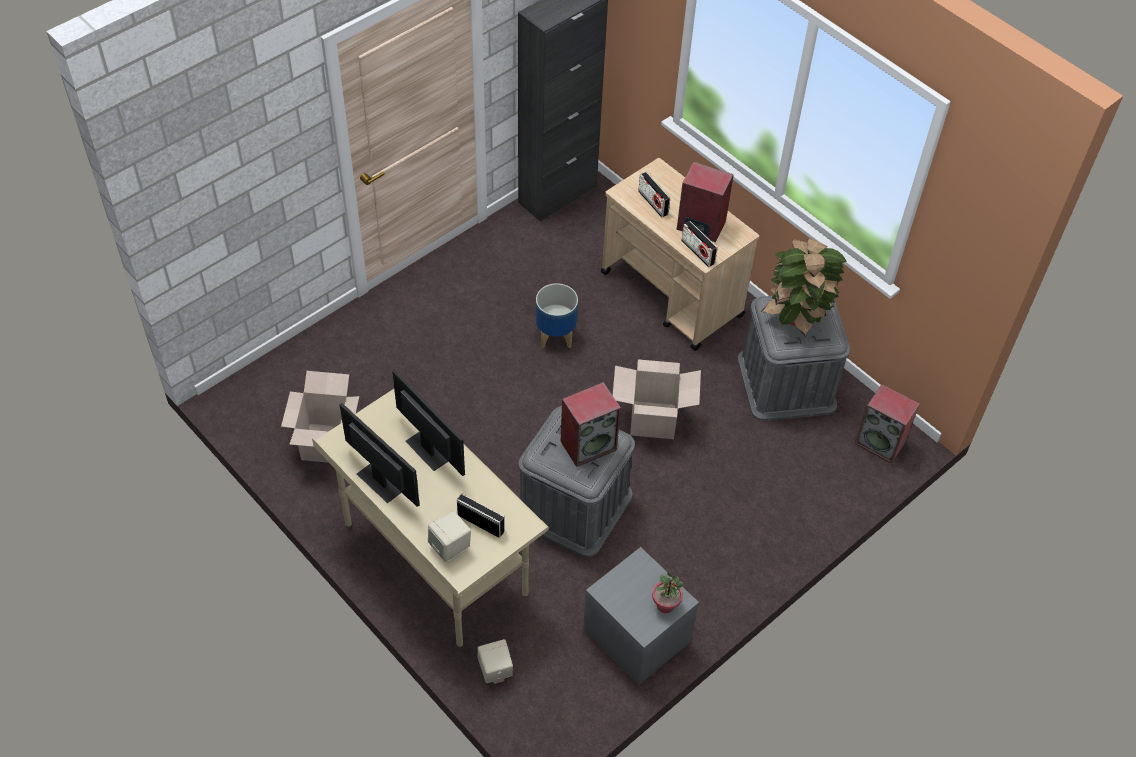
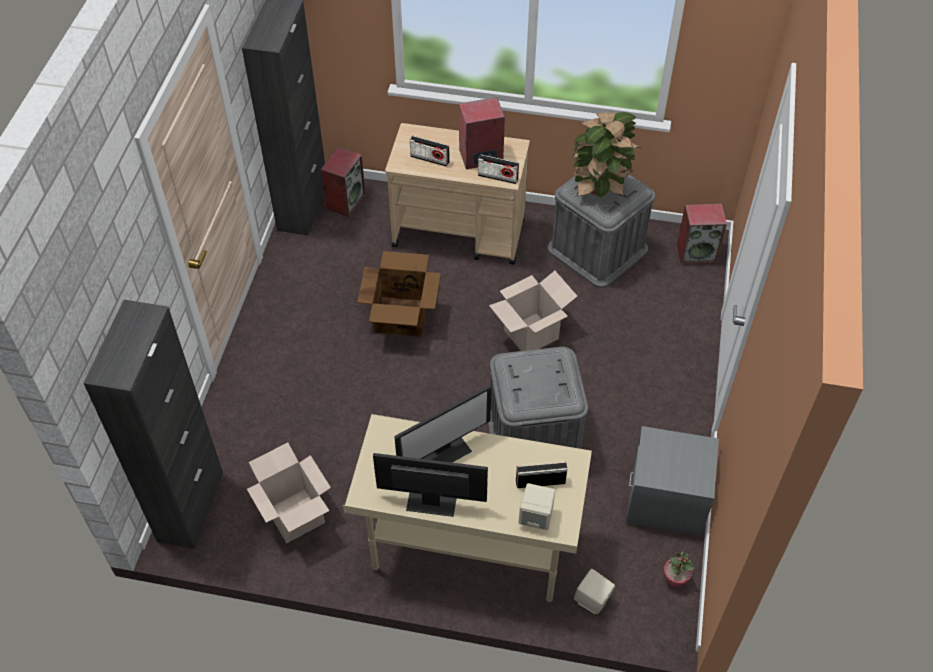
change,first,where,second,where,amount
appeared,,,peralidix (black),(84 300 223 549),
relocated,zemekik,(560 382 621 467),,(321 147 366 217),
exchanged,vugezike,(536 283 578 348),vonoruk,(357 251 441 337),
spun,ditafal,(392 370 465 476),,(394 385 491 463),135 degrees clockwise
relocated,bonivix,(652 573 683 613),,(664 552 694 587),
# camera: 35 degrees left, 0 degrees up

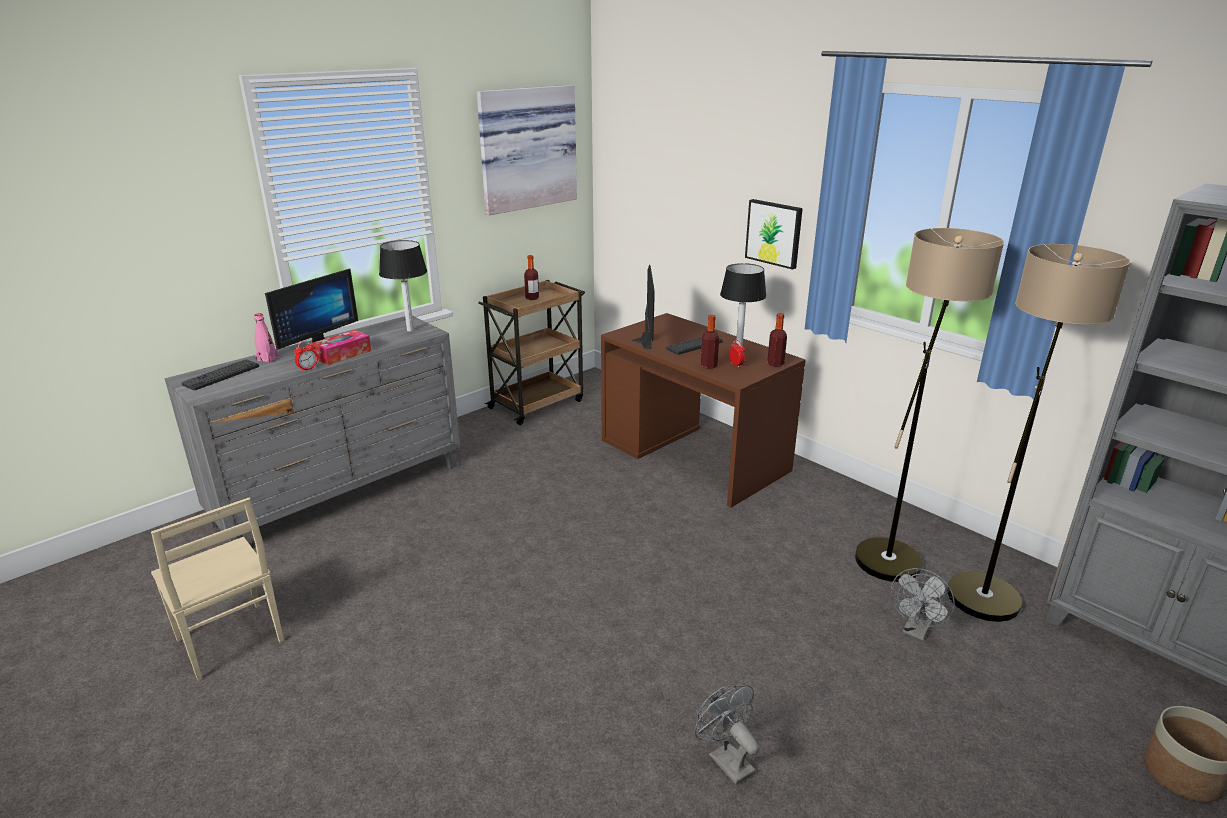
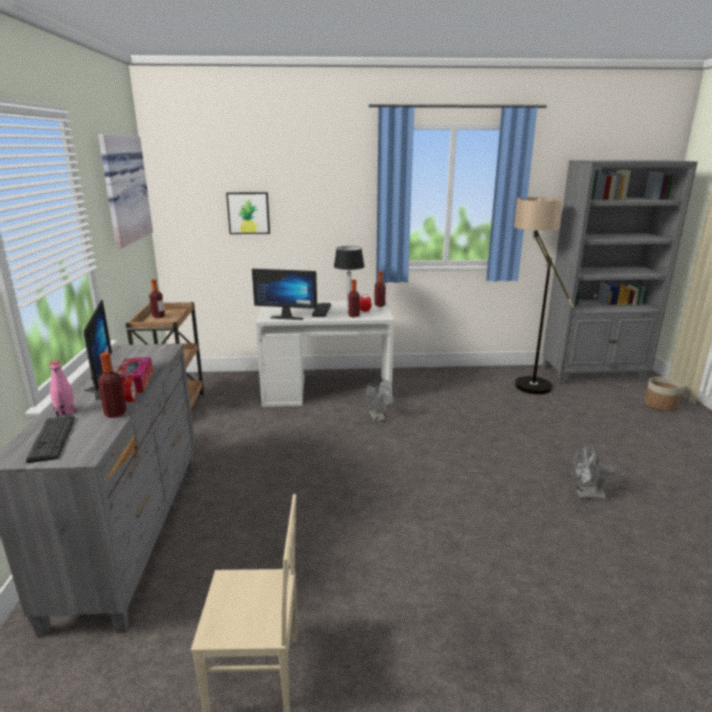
change,first,where,second,where,amount
appeared,,,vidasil,(98 352 127 418),
relocated,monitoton,(745 199 803 270),,(226 192 270 234),
spun,ditafal,(632 265 655 349),,(252 269 317 320),150 degrees clockwise
colour,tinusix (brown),(601 313 806 508),tinusix (white),(256 300 394 407),
relocated,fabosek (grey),(891 568 955 640),,(363 380 396 422),
missing,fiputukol,(379 240 427 332),,,
missing,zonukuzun,(855 228 1004 582),,,
# camera: 50 degrees left, 5 degrees down

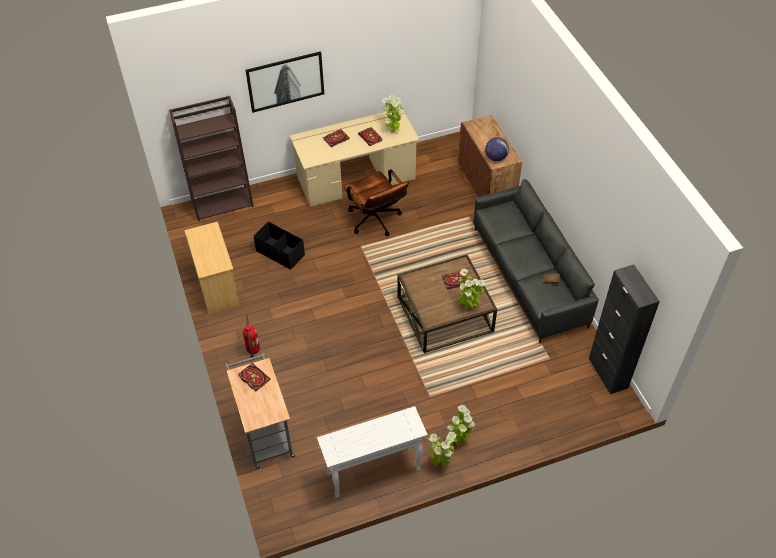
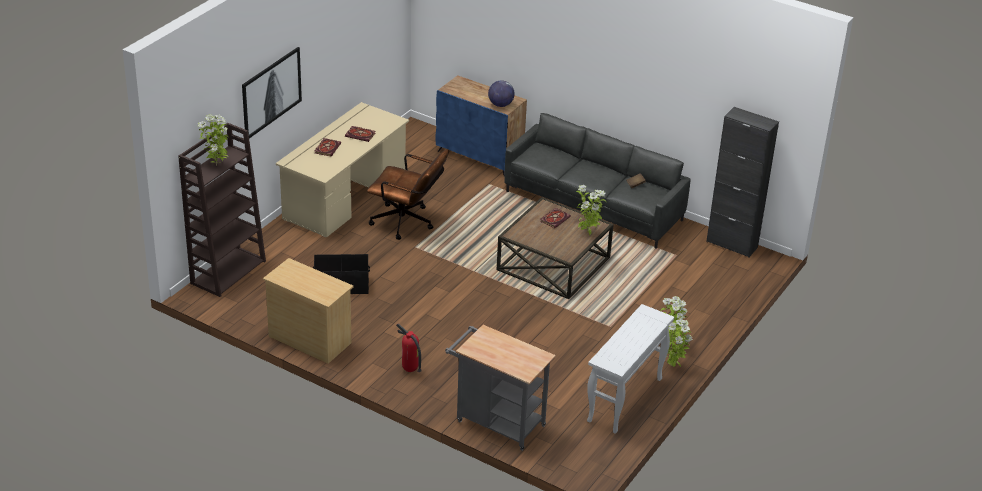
change,first,where,second,where,amount
relocated,bonivix,(382 95 402 132),,(198 115 229 166),
colour,peralidix (brown),(458 115 522 197),peralidix (blue),(436 75 527 177),
missing,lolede,(238 363 271 391),,,
# camera: 40 degrees left, 15 degrees down

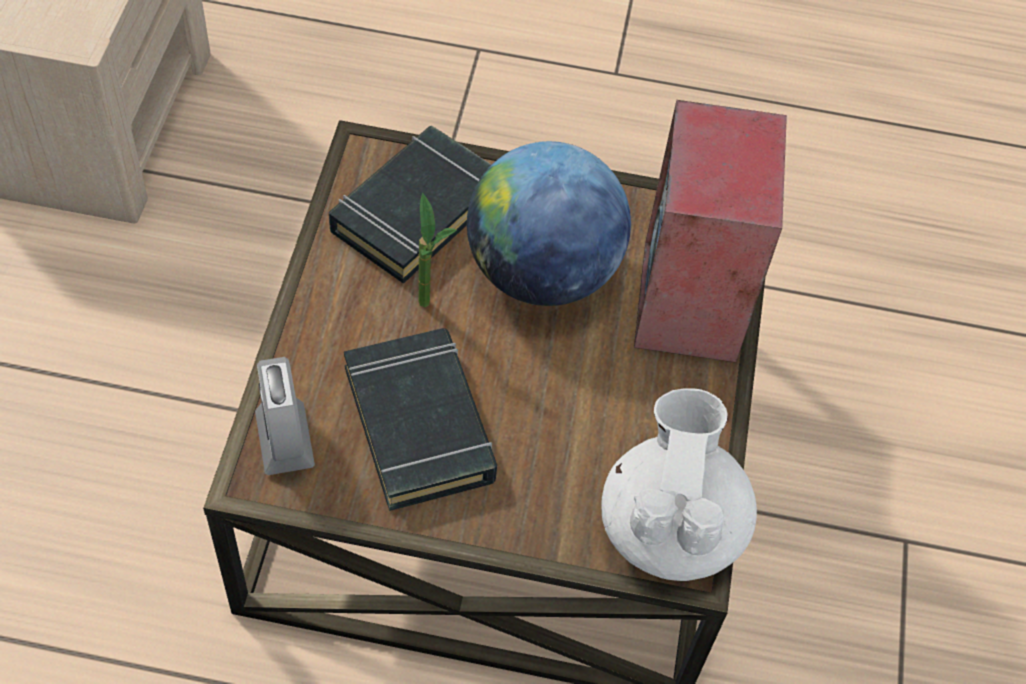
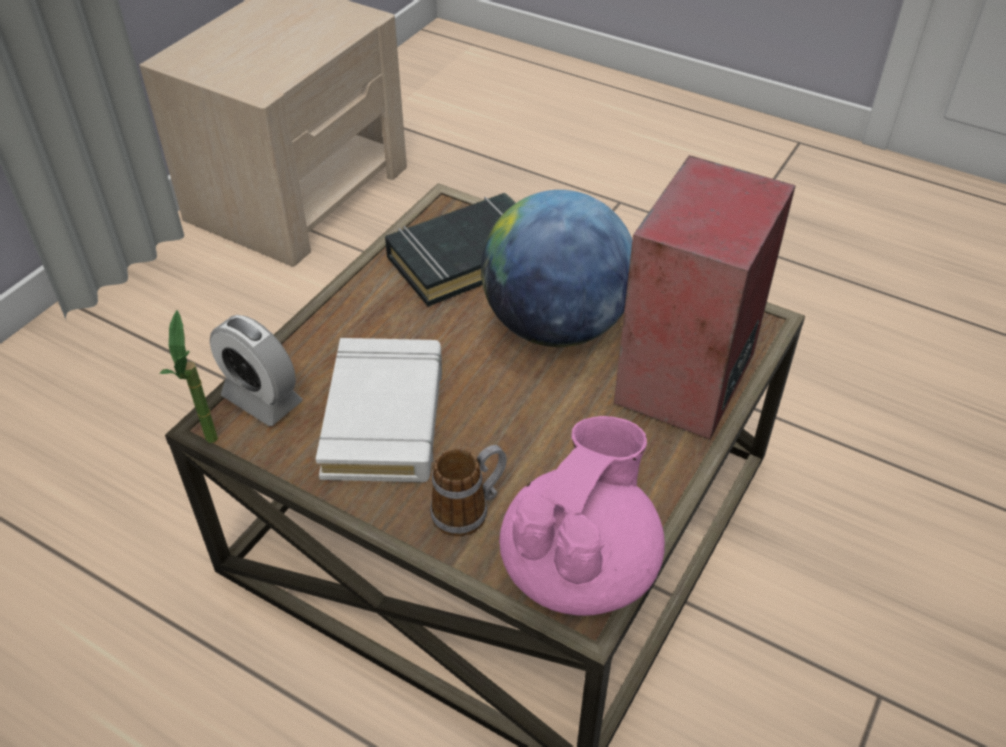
change,first,where,second,where,amount
relocated,bonivix,(418 193 457 307),,(159 310 218 443),
spun,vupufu,(255 357 315 475),,(210 315 302 426),60 degrees counterclockwise
colour,lolede (black),(344 328 497 511),lolede (white),(316 338 442 482),
appeared,,,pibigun,(430 445 507 537),
colour,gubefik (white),(602 389 757 581),gubefik (pink),(499 416 665 616),
# camera: 25 degrees right, 10 degrees down

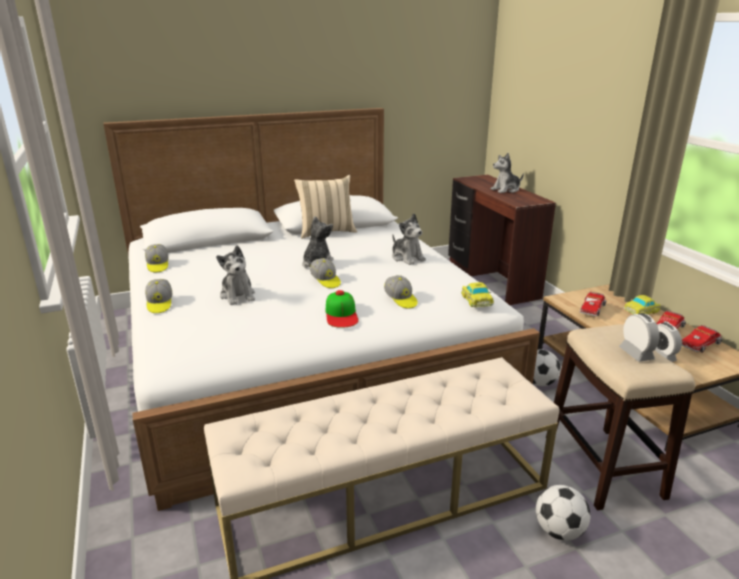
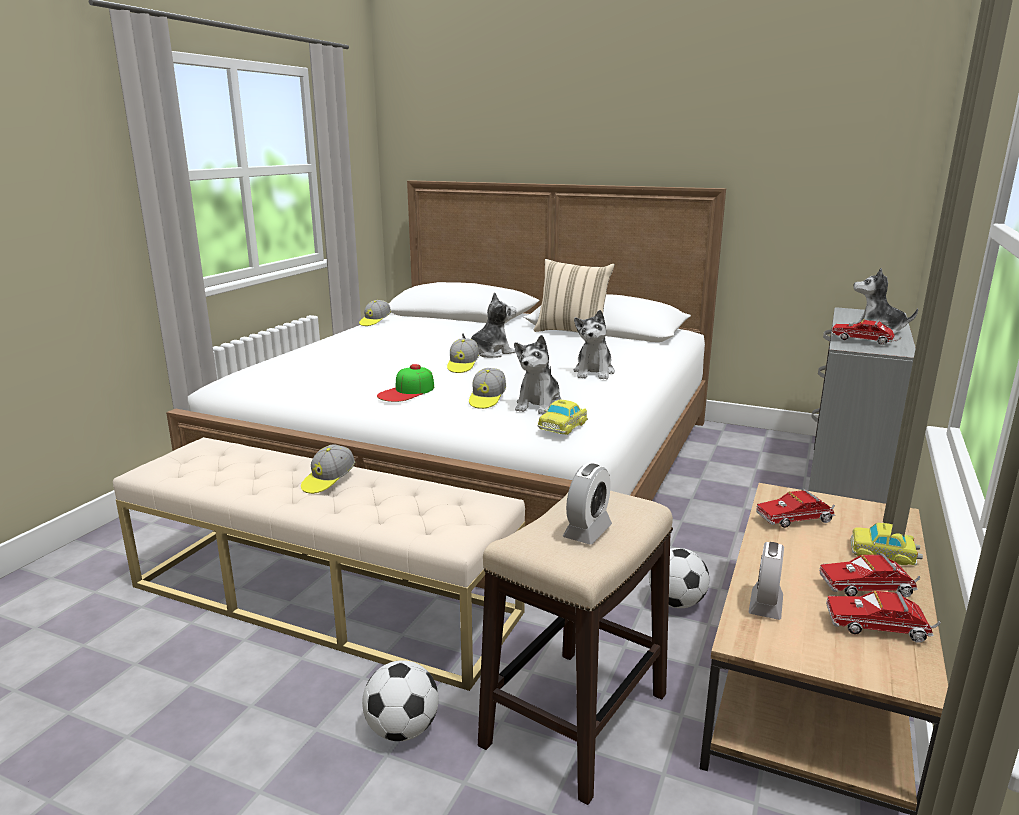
change,first,where,second,where,amount
relocated,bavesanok,(145 279 173 313),,(301 445 355 494),
relocated,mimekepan,(216 245 255 305),,(514 335 562 414),
colour,tinusix (brown),(448 175 556 305),tinusix (grey),(808 307 916 504),
appeared,,,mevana,(832 319 901 345),
# camera: 45 degrees right, 5 degrees down

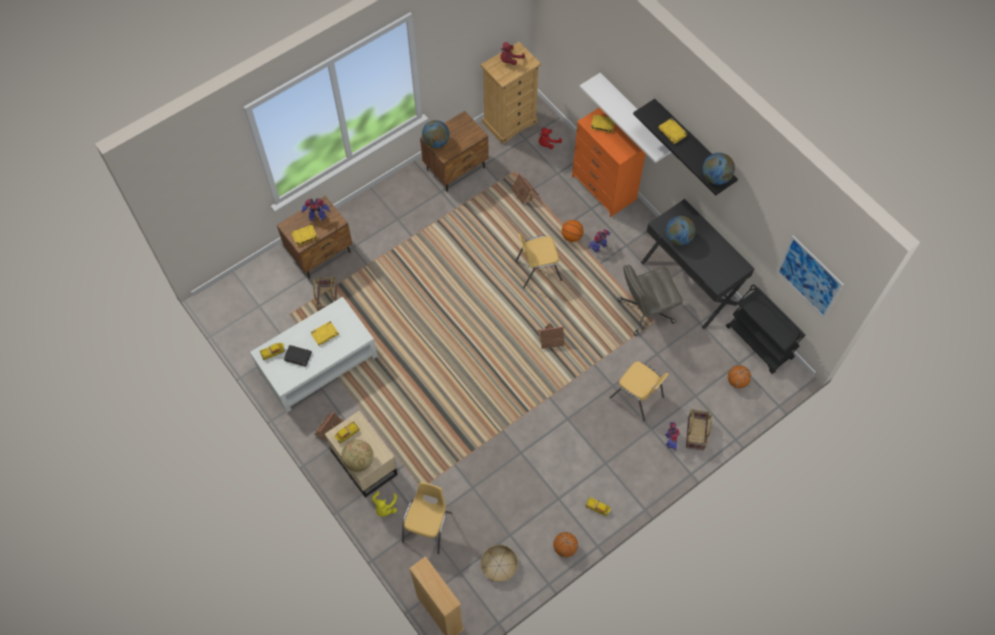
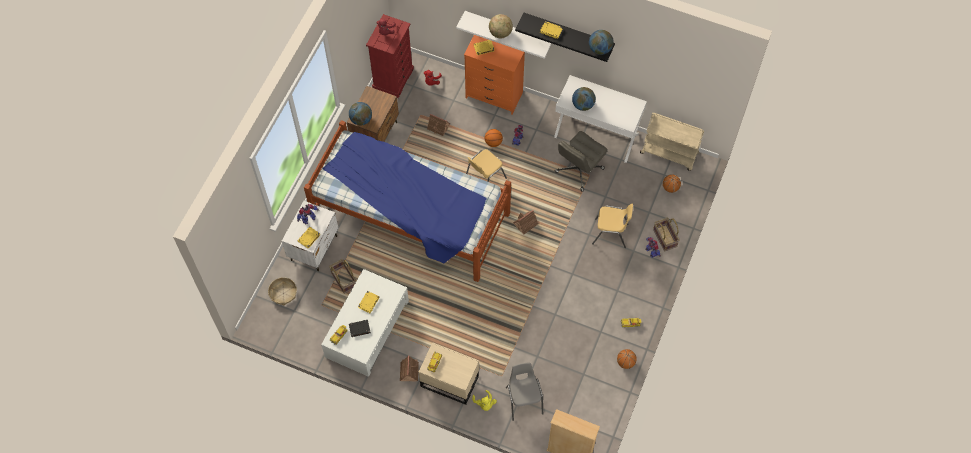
change,first,where,second,where,amount
relocated,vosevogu,(481 545 518 582),,(268 277 297 305),
colour,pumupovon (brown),(277 196 352 279),pumupovon (white),(282 201 338 271),
appeared,,,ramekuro,(304 120 511 282),
colour,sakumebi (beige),(481 42 541 144),sakumebi (red),(366 14 414 98),
relocated,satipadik,(341 440 374 472),,(489 14 513 38),
colour,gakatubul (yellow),(402 482 452 554),gakatubul (grey),(506 362 543 421),
colour,tinusix (black),(641 199 754 329),tinusix (white),(554 75 647 163),
colour,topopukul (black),(726 284 806 374),topopukul (beige),(640 113 704 171),
missing,monitoton,(777 236 844 318),,,
# camera: 30 degrees left, 0 degrees up

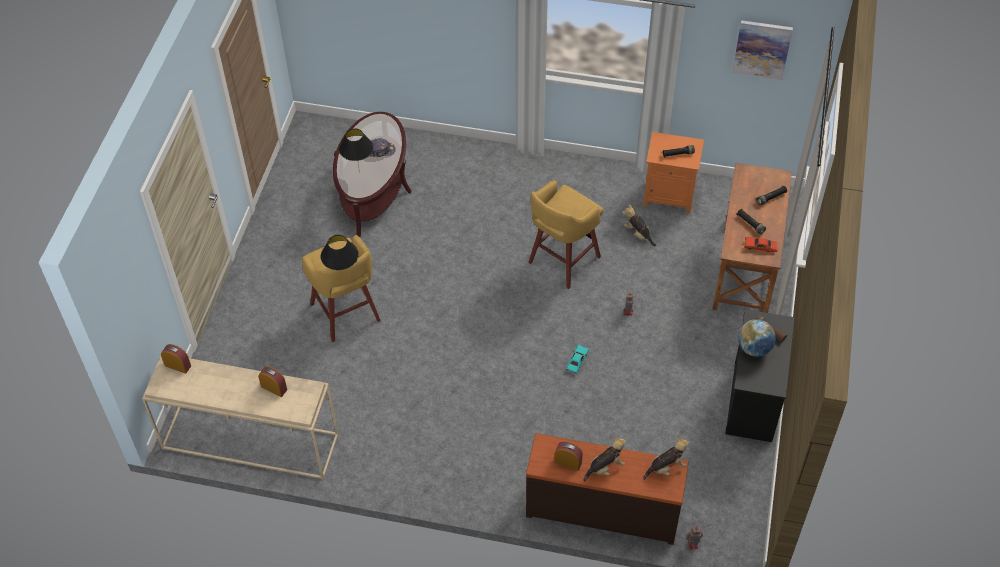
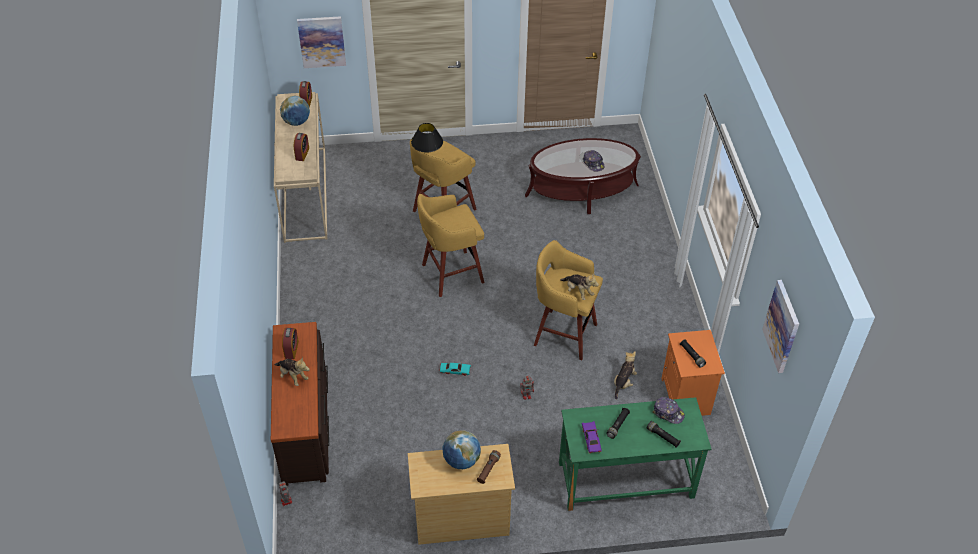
change,first,where,second,where,amount
appeared,,,satipadik,(280 96 310 126),
appeared,,,monitoton,(297 16 346 68),
colour,sakumebi (black),(725 309 795 442),sakumebi (beige),(408 444 515 545),
appeared,,,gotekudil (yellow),(417 194 485 297),
colour,tinusix (brown),(712 163 792 313),tinusix (green),(559 397 711 511),
relocated,mimekepan,(643 437 689 480),,(560 273 599 300),
colour,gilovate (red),(744 237 778 252),gilovate (purple),(581 421 602 454),
appeared,,,bavesanok,(653 397 685 424),
missing,fiputukol (black),(339 129 373 168),,,
# camera: 70 degrees right, 5 degrees down

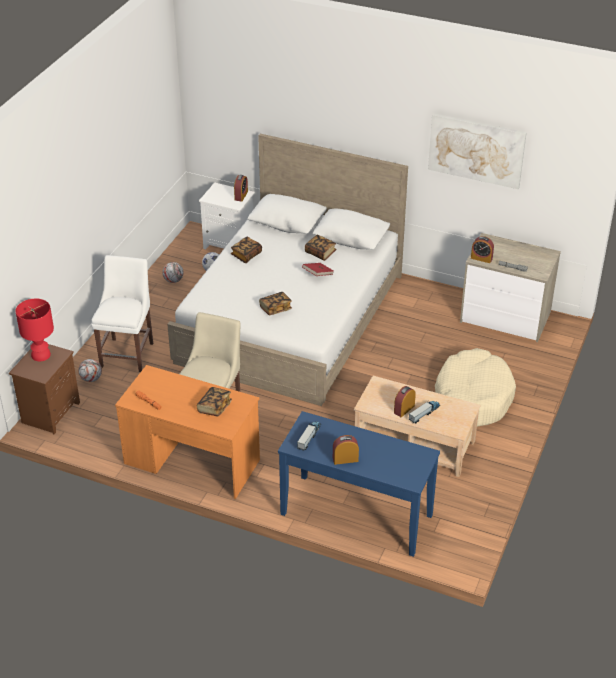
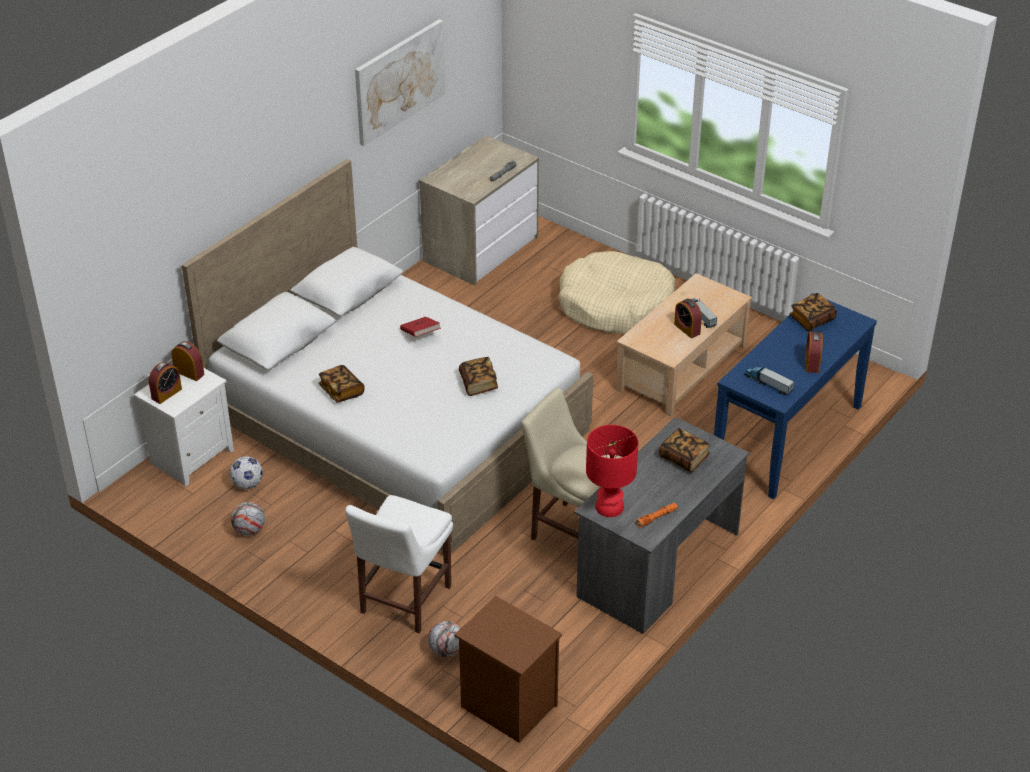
change,first,where,second,where,amount
relocated,vupufu,(471 236 494 263),,(149 362 182 404),
spun,gakatubul (white),(91 255 153 372),,(345 495 453 633),90 degrees counterclockwise
colour,tinusix (orange),(115 365 260 499),tinusix (grey),(574 417 750 634),
relocated,fiputukol (red),(15 299 54 361),,(586 425 638 517),
relocated,lolede,(305 235 336 261),,(790 293 837 332),
# camera: 75 degrees left, 0 degrees up

